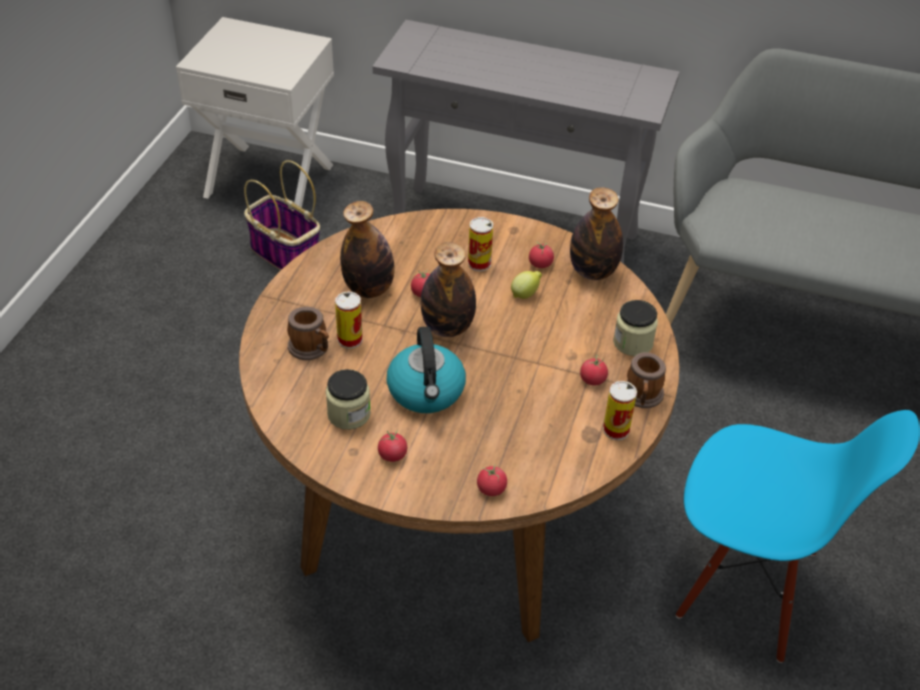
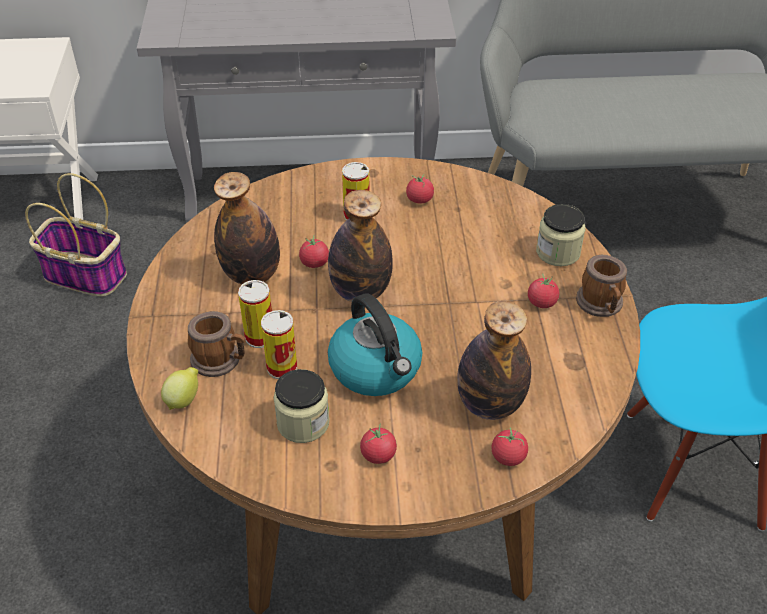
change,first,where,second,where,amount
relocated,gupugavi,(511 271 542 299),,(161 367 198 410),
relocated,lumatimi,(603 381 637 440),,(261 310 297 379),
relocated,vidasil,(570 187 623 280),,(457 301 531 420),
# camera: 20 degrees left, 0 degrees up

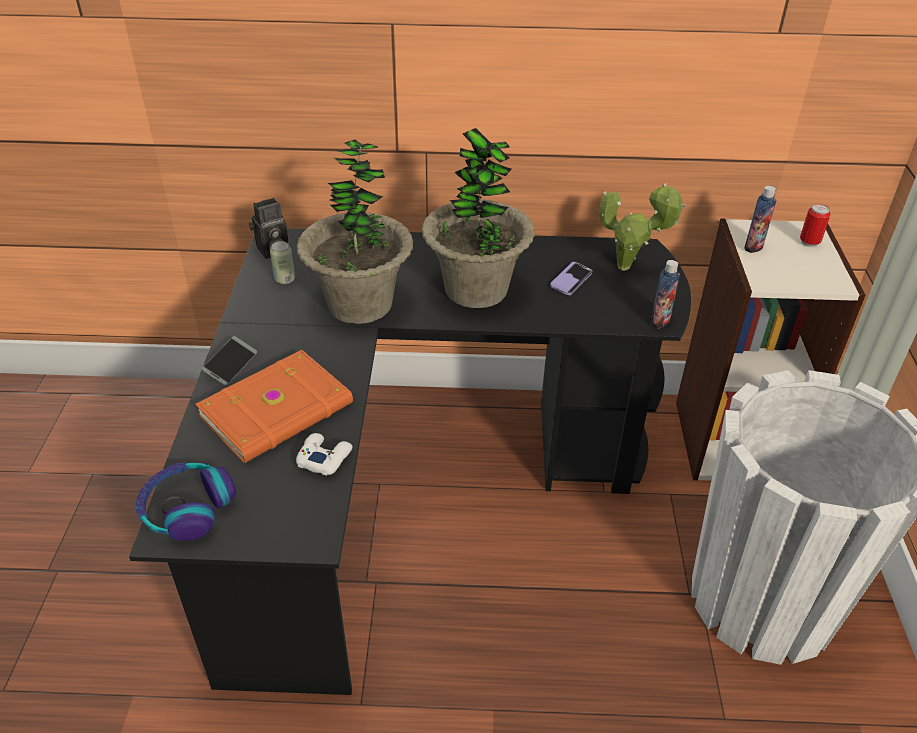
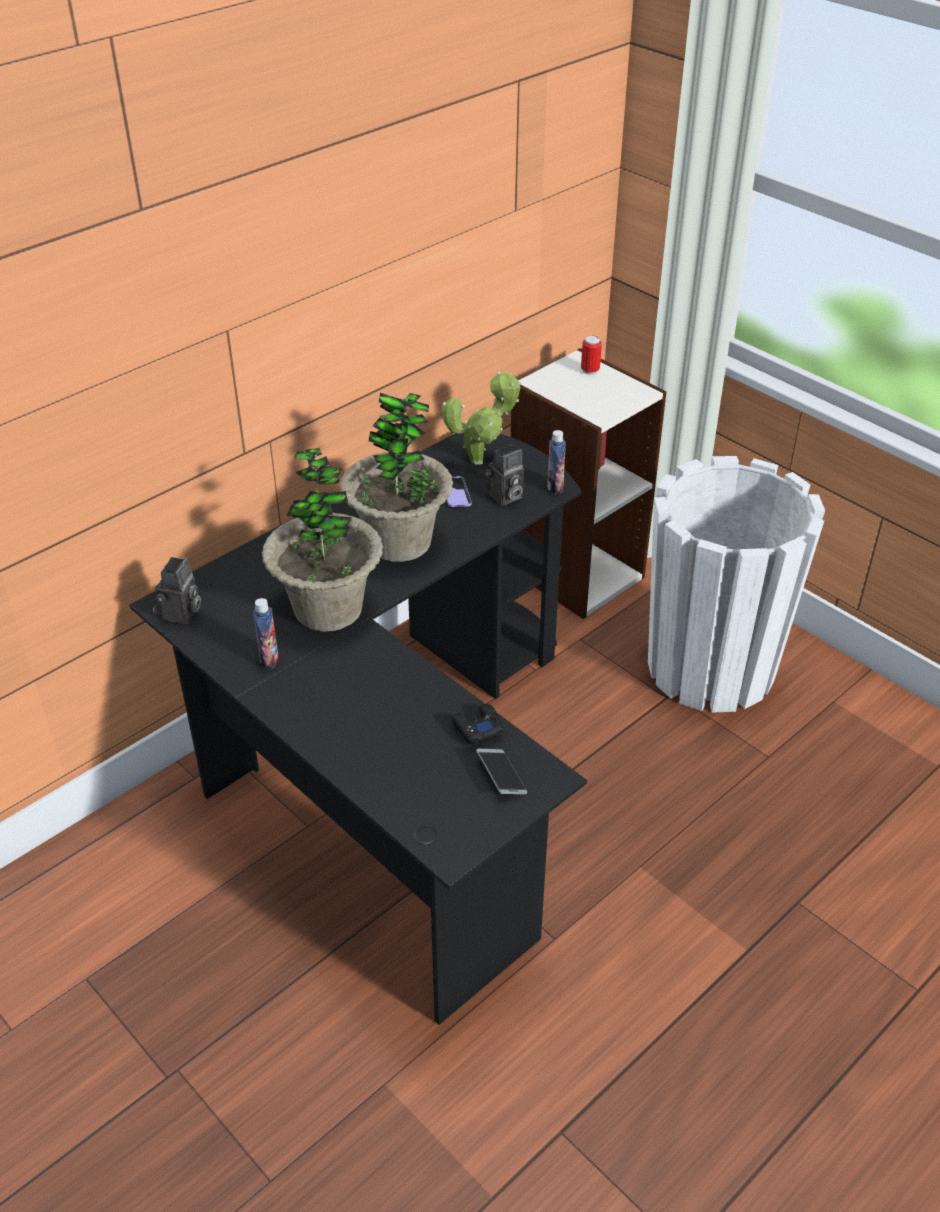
change,first,where,second,where,amount
relocated,vidasil,(744 186 777 253),,(253 598 279 669),
colour,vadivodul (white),(296 433 352 476),vadivodul (black),(451 704 504 745),
relocated,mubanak,(202 336 257 386),,(476 749 527 794),
appeared,,,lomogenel,(485 444 524 506),
missing,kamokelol,(136 462 236 541),,,
missing,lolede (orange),(196 350 353 464),,,
missing,lumatimi,(270 241 295 284),,,
# camera: 45 degrees left, 0 degrees up

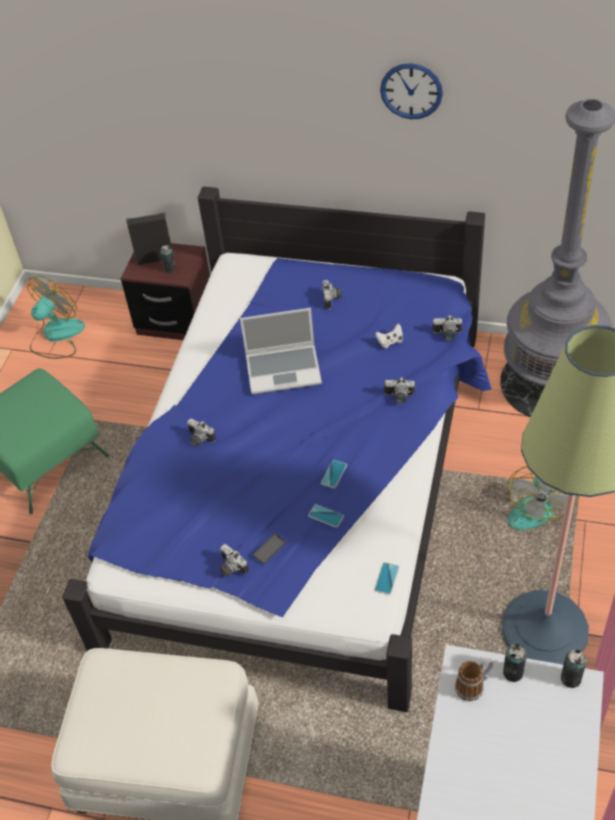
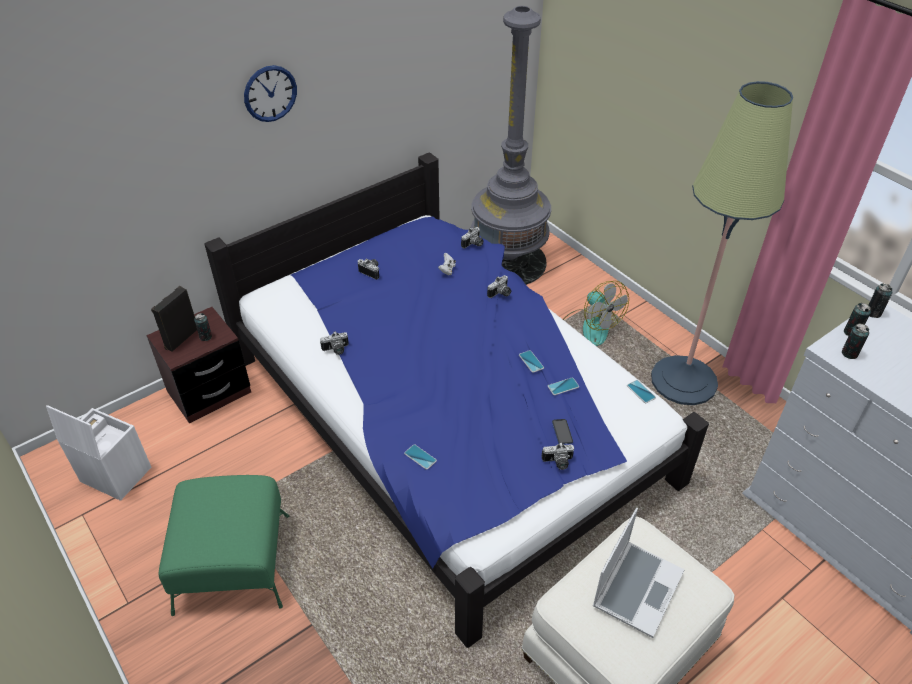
change,first,where,second,where,amount
exchanged,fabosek,(27 275 85 359),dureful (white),(46 405 151 501),
relocated,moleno,(380 63 443 119),,(244 65 297 122),
relocated,lomogenel,(187 419 216 447),,(320 331 349 355),
appeared,,,mubanak,(404 444 437 470),
relocated,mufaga,(240 308 322 394),,(593 508 685 638),
exchanged,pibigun,(455 658 494 701),lumatimi,(842 323 869 359),
# camera: 55 degrees left, 5 degrees down

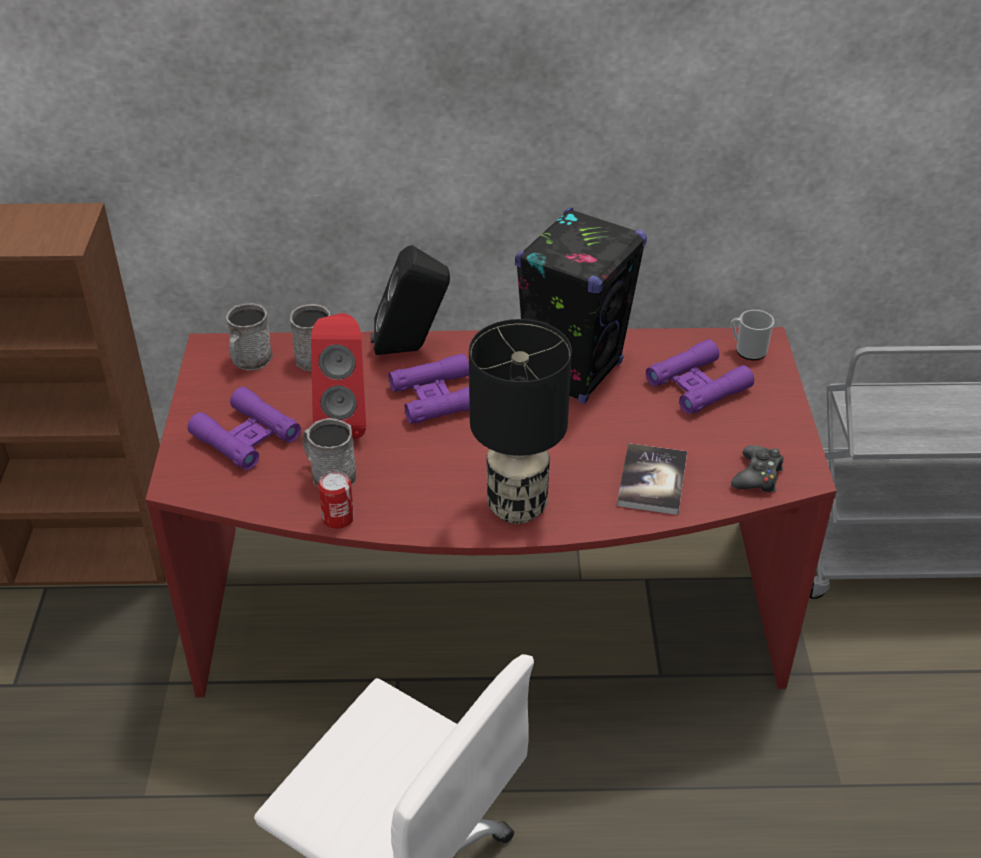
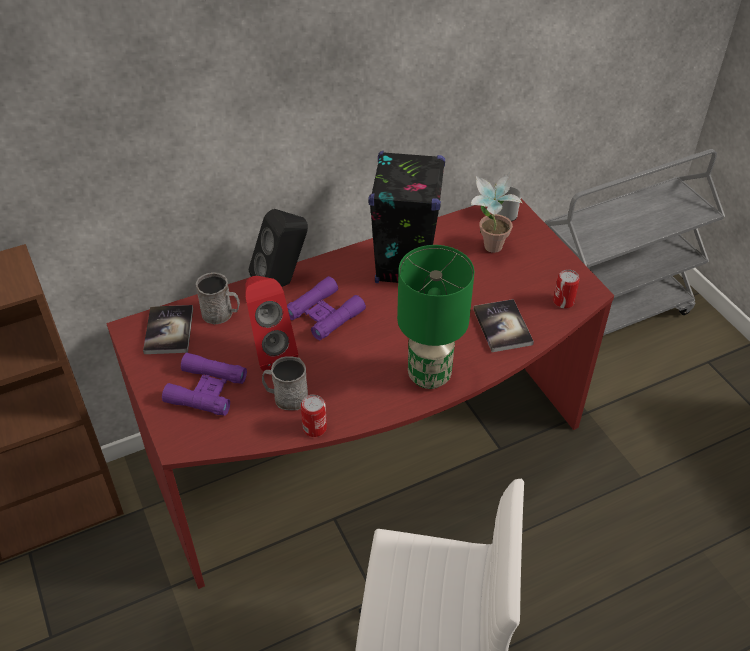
change,first,where,second,where,amount
exchanged,pibigun (grey),(226 303 273 370),lolede,(143 305 193 354),
colour,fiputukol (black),(469 319 572 524),fiputukol (green),(397 245 474 389),
exchanged,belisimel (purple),(646 339 754 414),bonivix,(471 172 522 253),
exchanged,vadivodul (black),(731 445 784 493),lumatimi,(553 269 580 308),
# camera: 25 degrees left, 5 degrees up

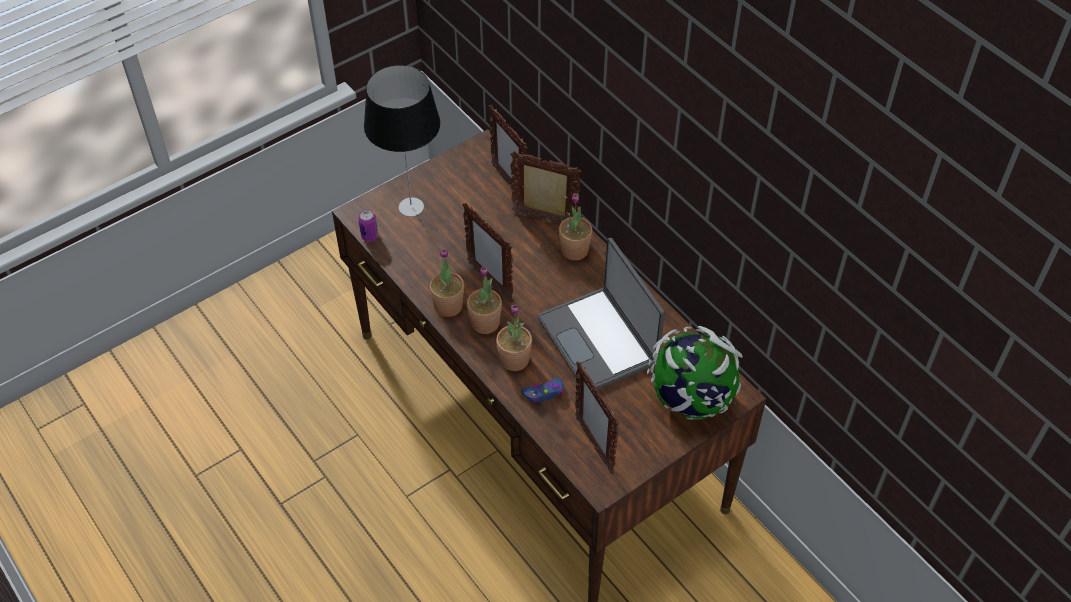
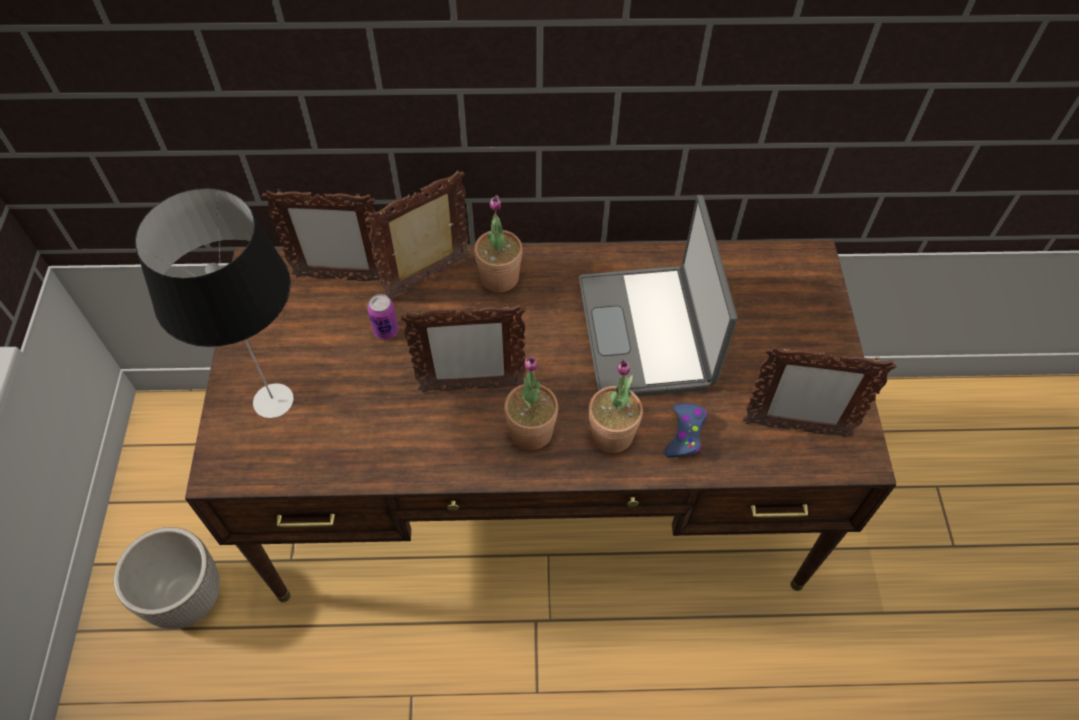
change,first,where,second,where,amount
appeared,,,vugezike,(114 527 220 629),
relocated,lumatimi,(358 210 378 242),,(367 294 398 340),
spun,mufaga,(538 238 665 390),,(579 195 737 396),75 degrees clockwise
missing,bonivix,(429 248 464 317),,,
missing,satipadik,(647 326 743 420),,,
# camera: 55 degrees left, 5 degrees up

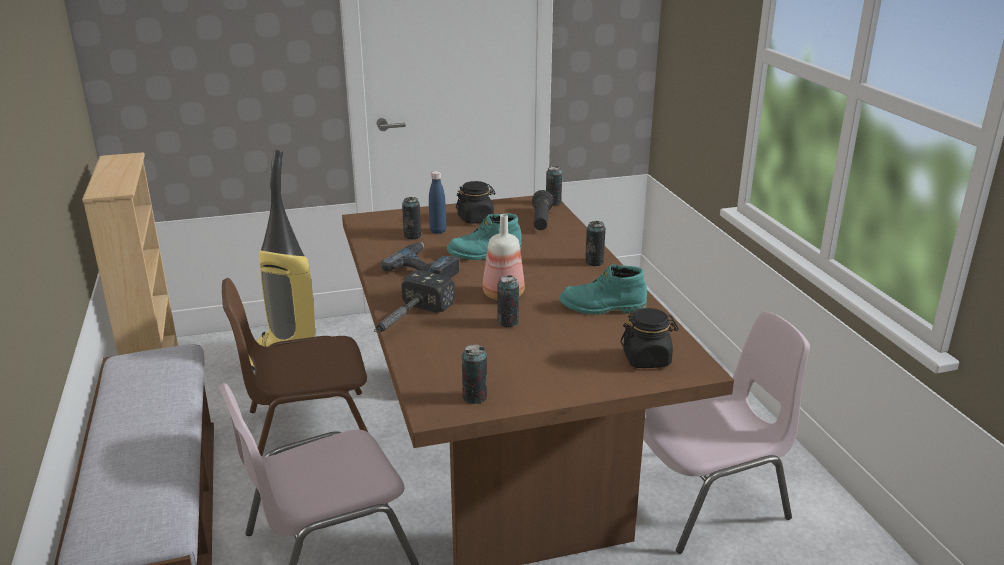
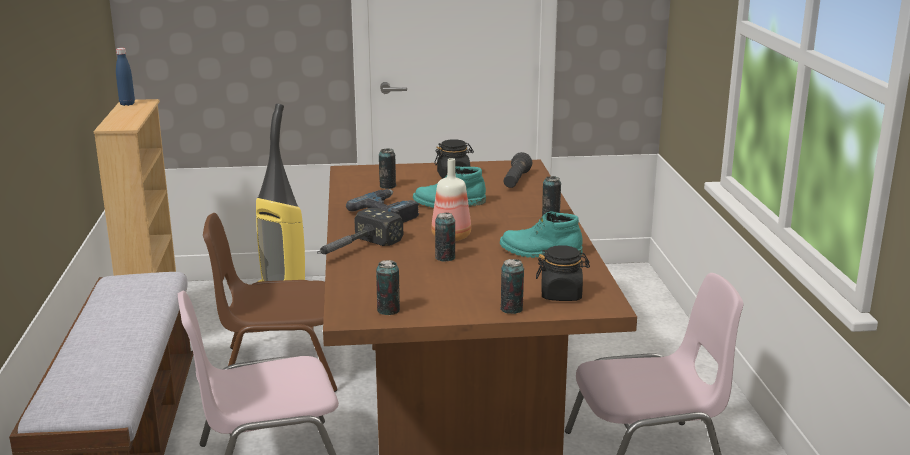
change,first,where,second,where,amount
relocated,vidasil (blue),(429 171 446 234),,(116 48 135 106),
relocated,lumatimi,(546 166 562 205),,(500 259 524 314),
# camera: 10 degrees right, 5 degrees down

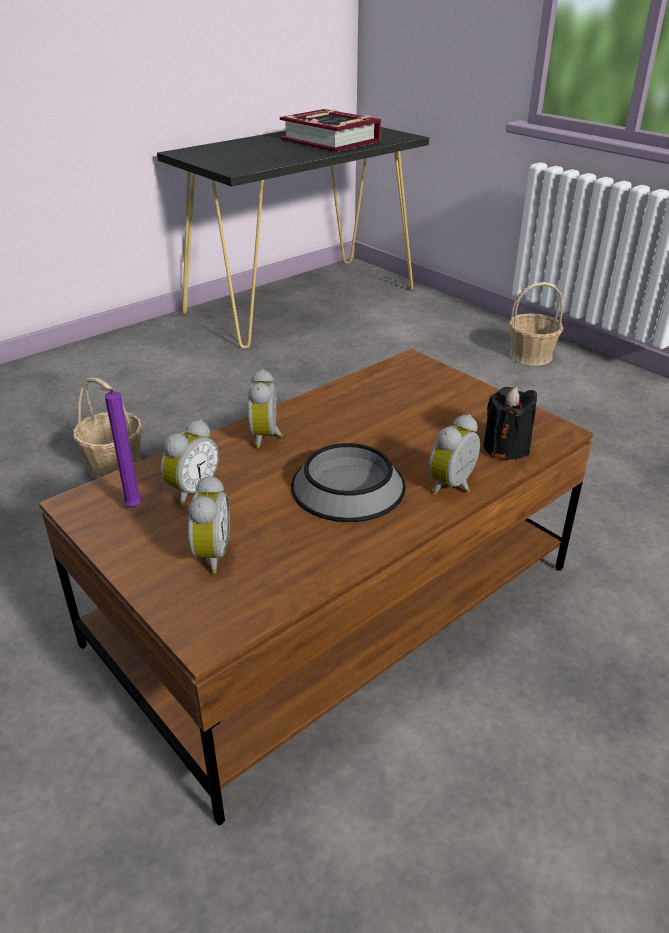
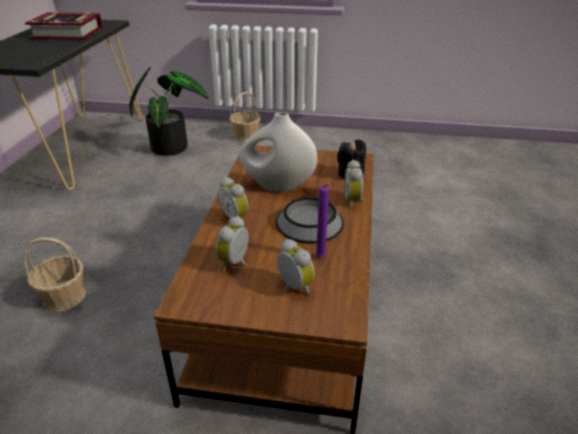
change,first,where,second,where,amount
appeared,,,bonivix,(129 67 208 156),
spun,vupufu,(161 420 219 506),,(216 216 249 271),150 degrees counterclockwise
appeared,,,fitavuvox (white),(239 112 317 192),
relocated,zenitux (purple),(100 388 142 507),,(315 184 329 257),
# camera: 40 degrees left, 0 degrees up

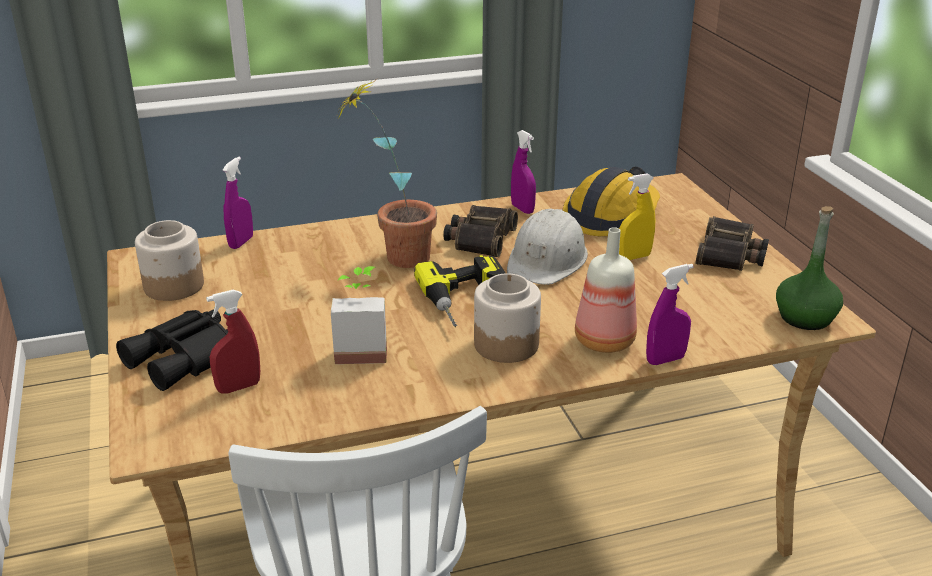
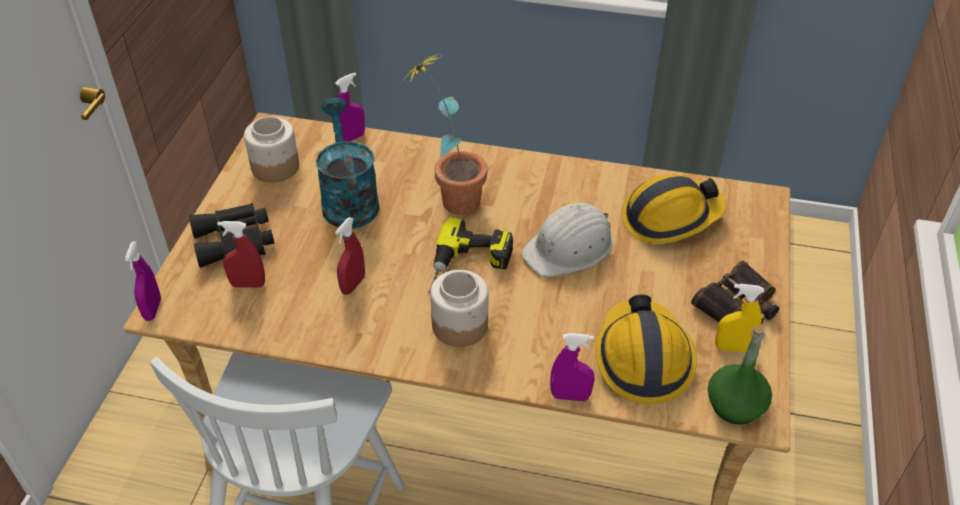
change,first,where,second,where,amount
relocated,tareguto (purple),(511 130 536 214),,(125 241 161 321),
appeared,,,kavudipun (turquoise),(316 98 379 229),
exchanged,bonivix,(331 266 387 364),tareguto (red),(335 217 365 295),
appeared,,,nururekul,(595 294 697 404),
relocated,tareguto (yellow),(619 173 655 260),,(715 284 764 352),
missing,belisimel,(443 205 518 257),,,
missing,vidasil,(575 227 637 353),,,
# camera: 30 degrees right, 15 degrees up

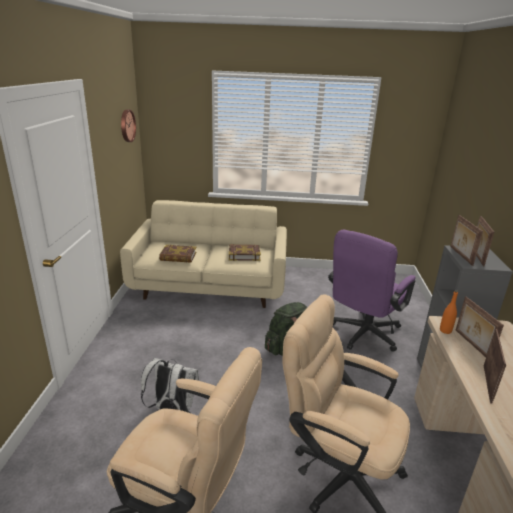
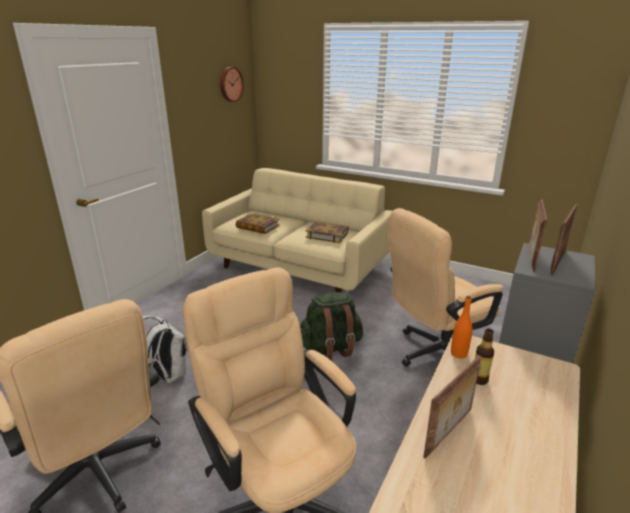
change,first,where,second,where,amount
colour,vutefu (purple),(328 230 415 352),vutefu (beige),(388 208 503 367),
exchanged,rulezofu,(456 296 504 357),vidasil,(475 329 494 385),
# camera: 25 degrees right, 0 degrees up

